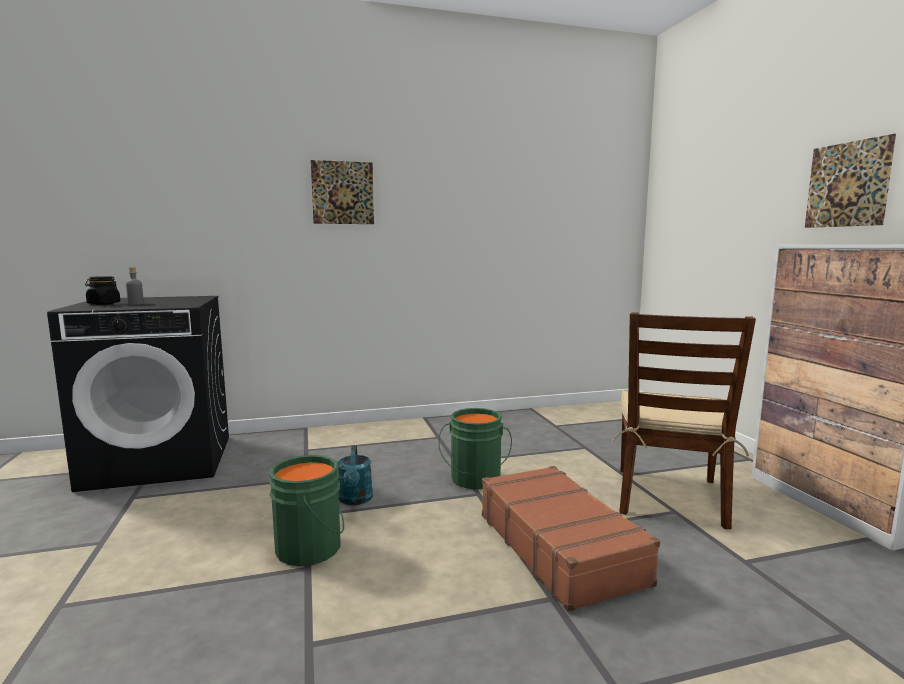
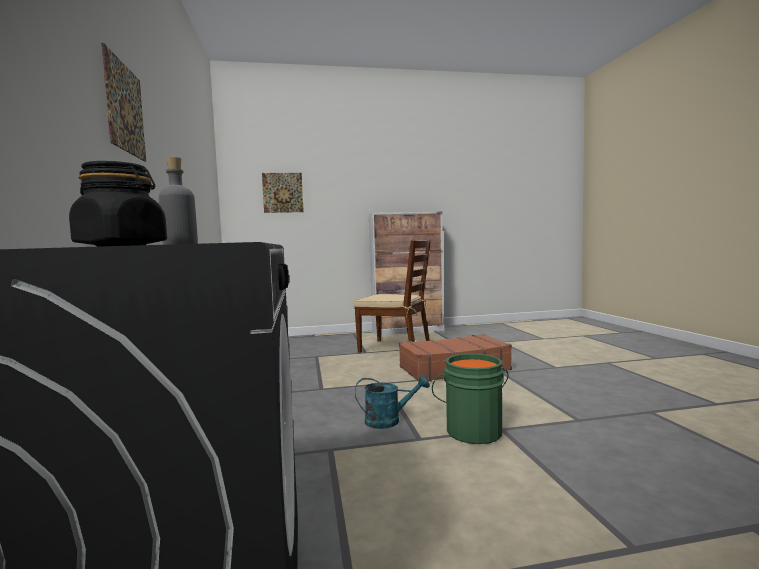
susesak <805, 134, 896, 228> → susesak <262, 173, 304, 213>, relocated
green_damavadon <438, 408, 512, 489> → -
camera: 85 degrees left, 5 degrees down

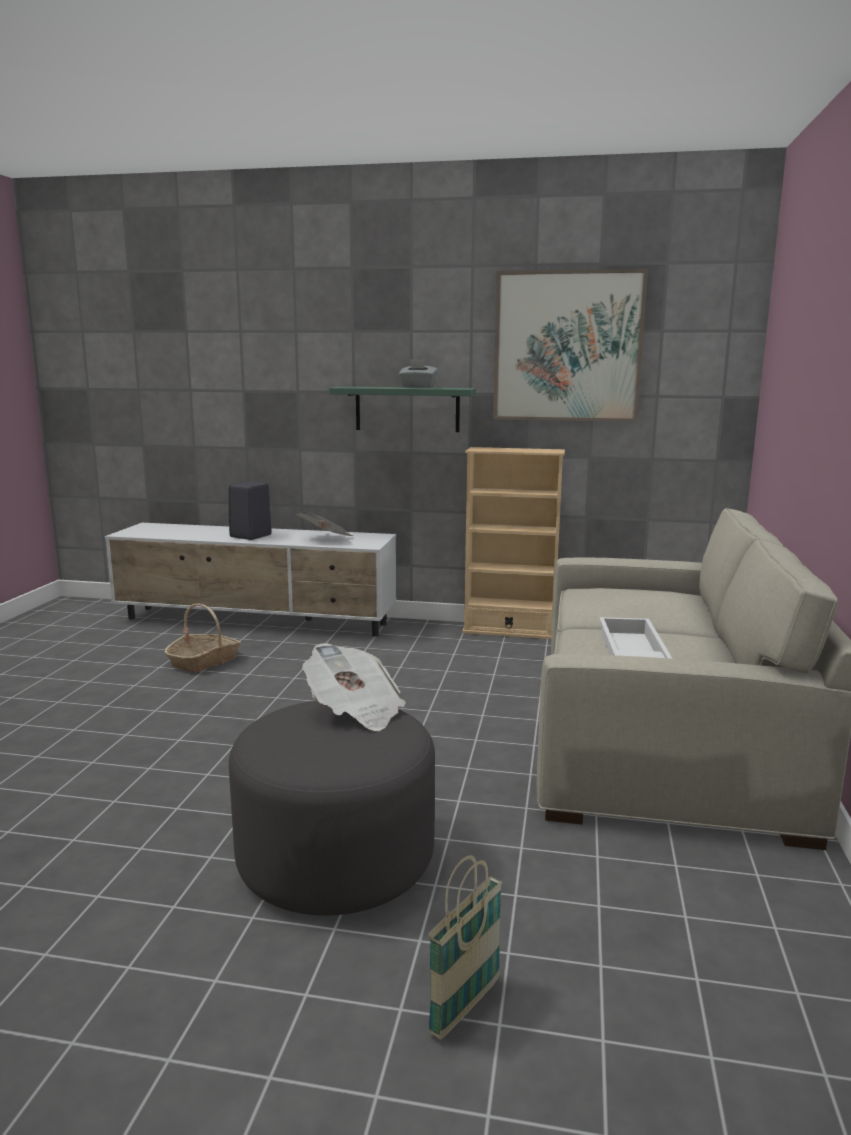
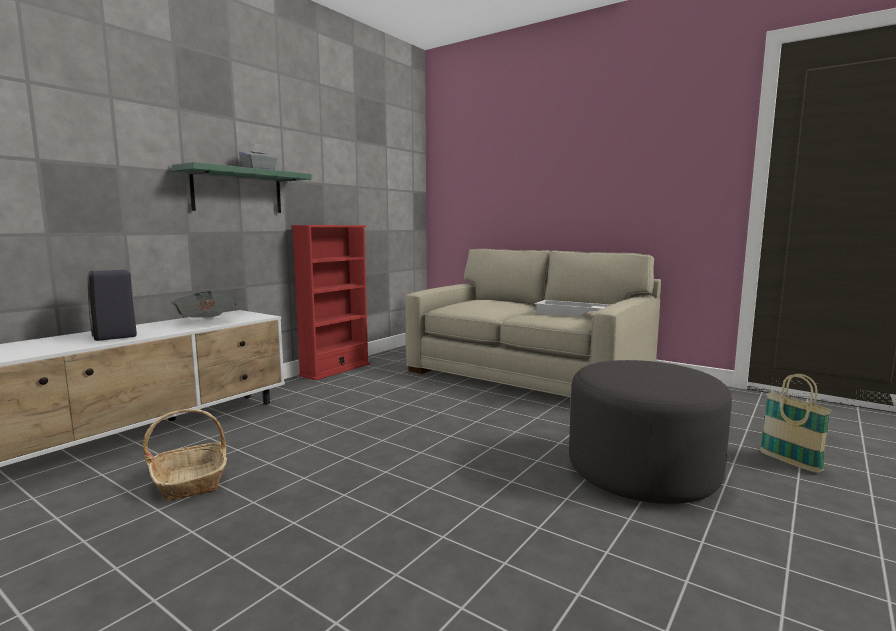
susesak <493, 269, 648, 422> → -
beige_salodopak <462, 447, 565, 639> → red_salodopak <291, 225, 370, 381>
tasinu <302, 643, 406, 731> → -
camera: 65 degrees left, 5 degrees down

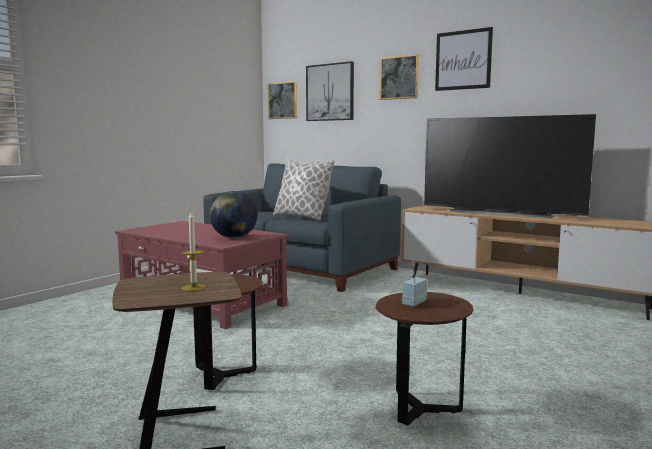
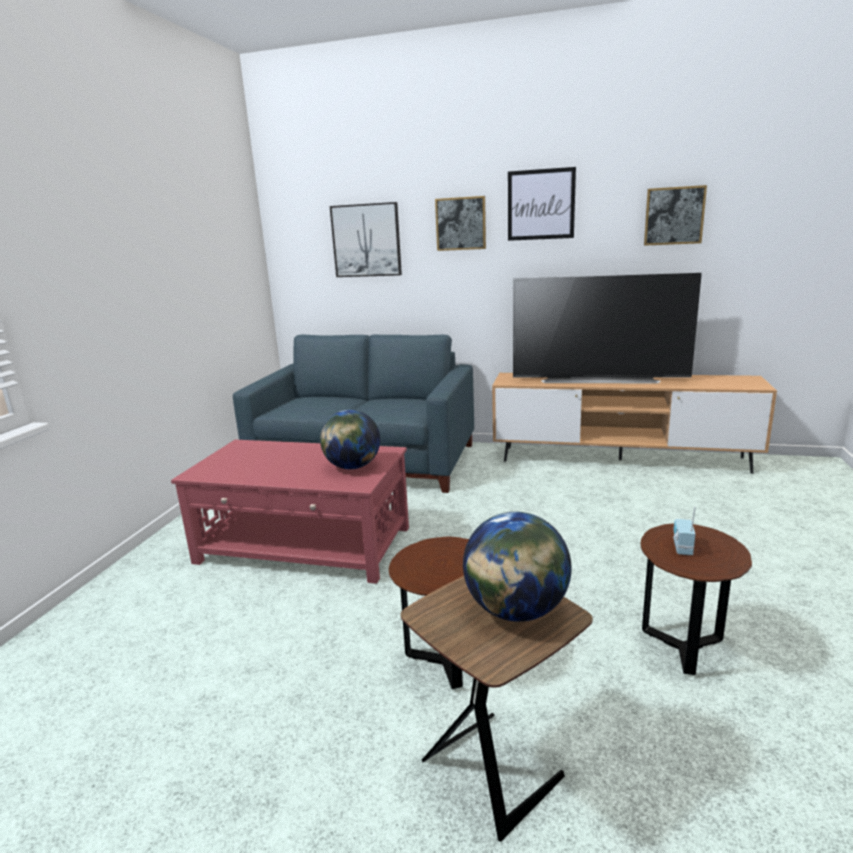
susesak <268, 81, 297, 119> → susesak <644, 185, 707, 246>, relocated
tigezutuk <273, 159, 334, 221> → -
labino <182, 212, 206, 291> → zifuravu <463, 512, 572, 622>
camera: 20 degrees left, 10 degrees up

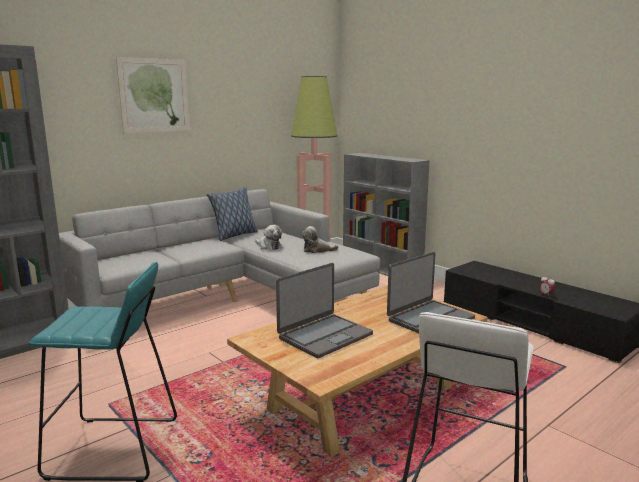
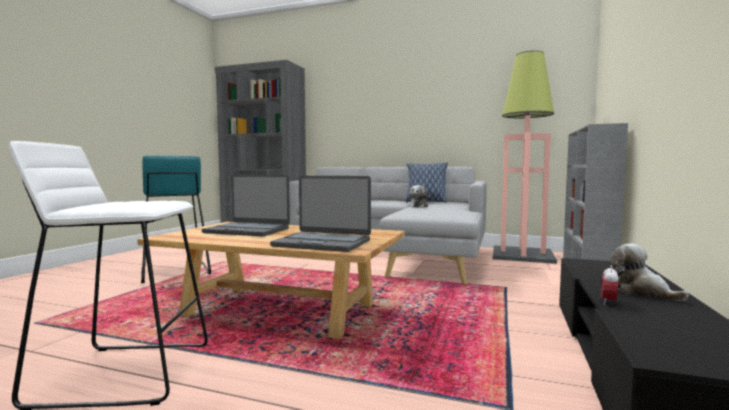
susesak <116, 57, 190, 133> → -
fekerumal <301, 226, 339, 253> → fekerumal <610, 243, 689, 301>, relocated
camera: 60 degrees right, 10 degrees down

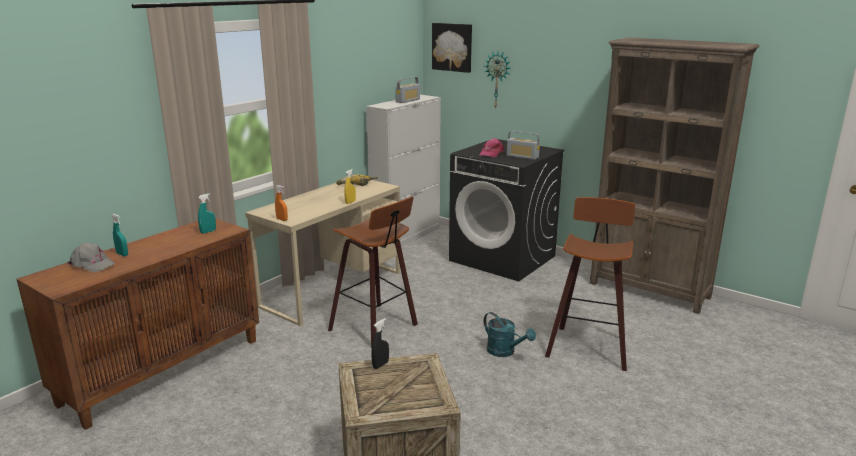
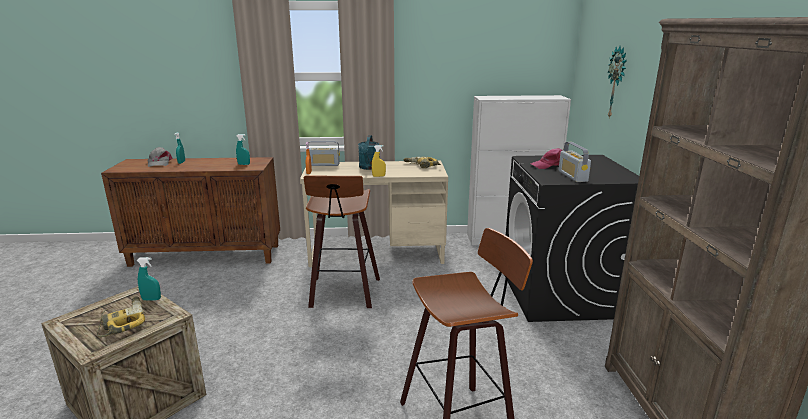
susesak <432, 23, 472, 73> → -
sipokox <395, 77, 420, 103> → sipokox <309, 141, 340, 166>, relocated
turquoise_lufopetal <484, 312, 536, 357> → turquoise_lufopetal <358, 135, 380, 170>, relocated
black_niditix <371, 318, 389, 369> → turquoise_niditix <136, 257, 161, 300>
- → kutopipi <97, 297, 145, 337>
camera: 50 degrees right, 0 degrees up

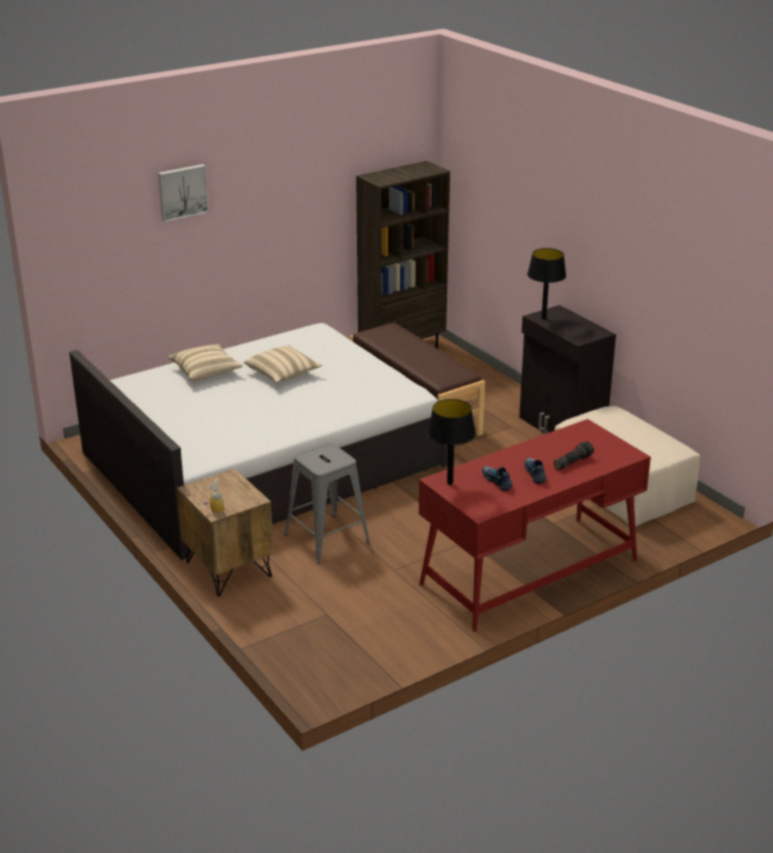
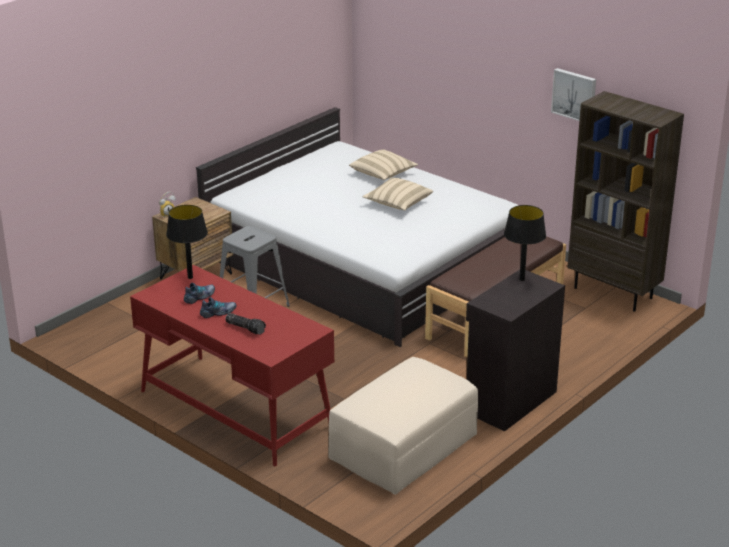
susesak <158, 164, 209, 222> → susesak <551, 68, 596, 121>, relocated
camera: 75 degrees right, 0 degrees up

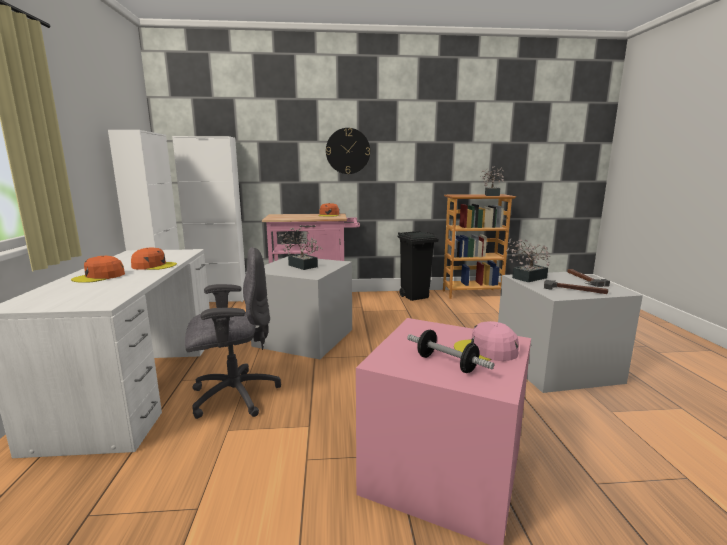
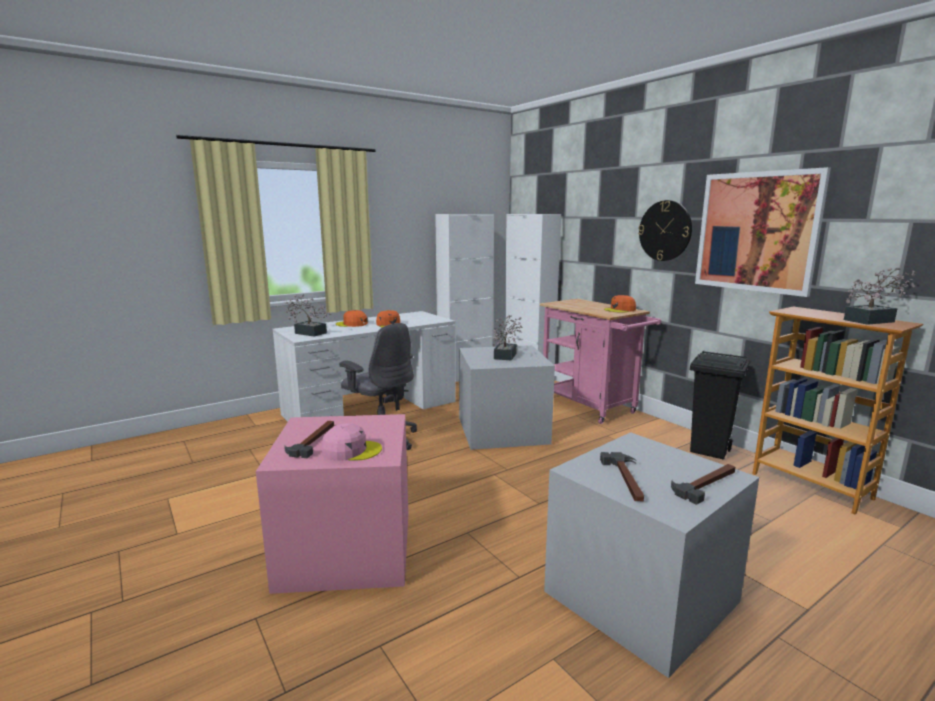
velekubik <506, 238, 550, 282> → velekubik <283, 295, 331, 337>, relocated
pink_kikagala <454, 321, 519, 361> → pink_kikagala <322, 423, 382, 461>, 105 degrees clockwise
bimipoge <407, 330, 494, 373> → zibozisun <284, 421, 334, 458>
- → susesak <695, 167, 831, 297>
camera: 60 degrees right, 0 degrees up

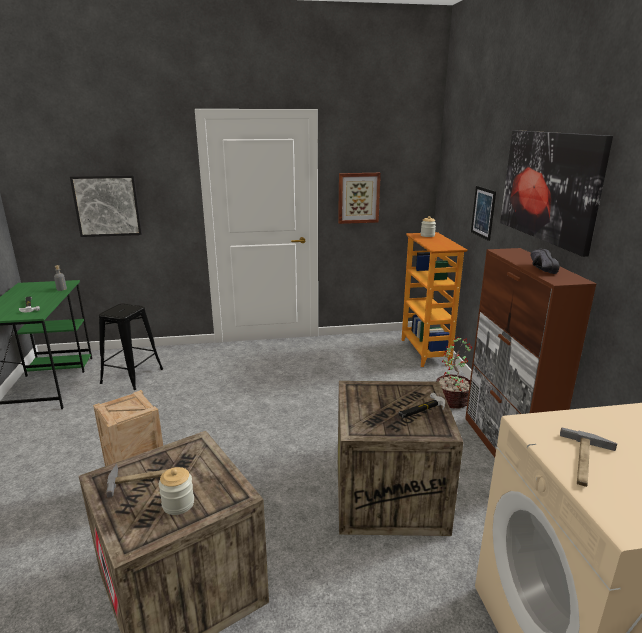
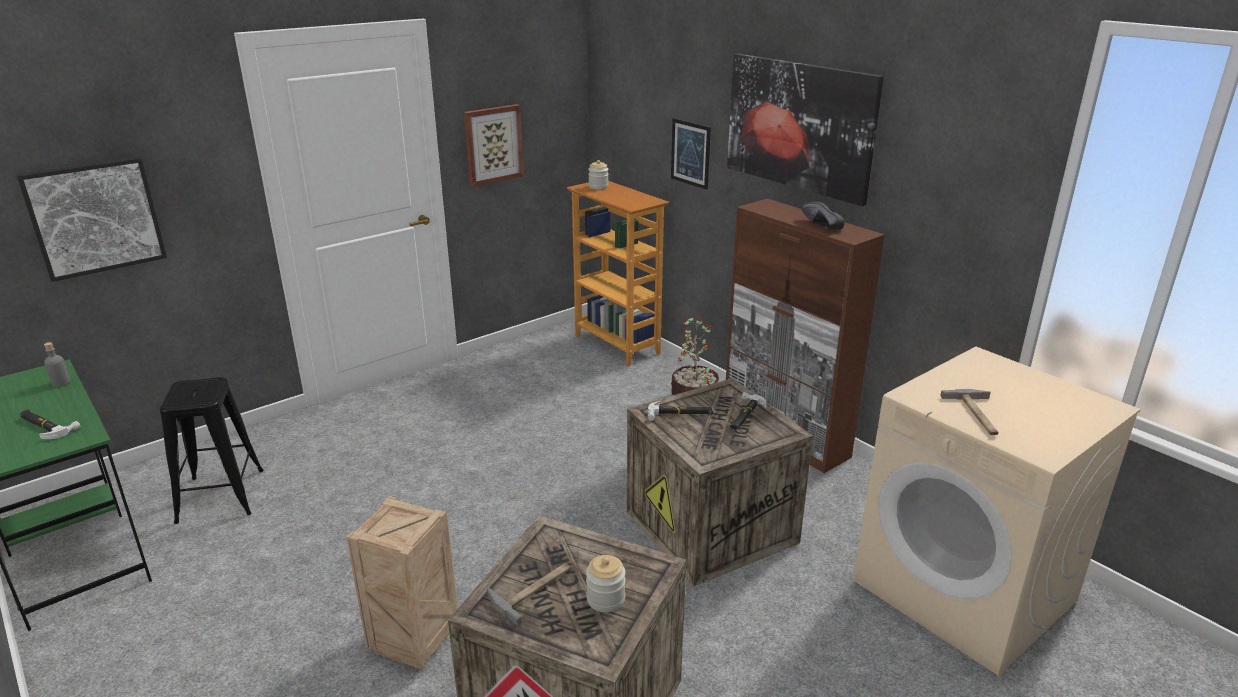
- → zibozisun <648, 401, 713, 421>
camera: 30 degrees left, 5 degrees up

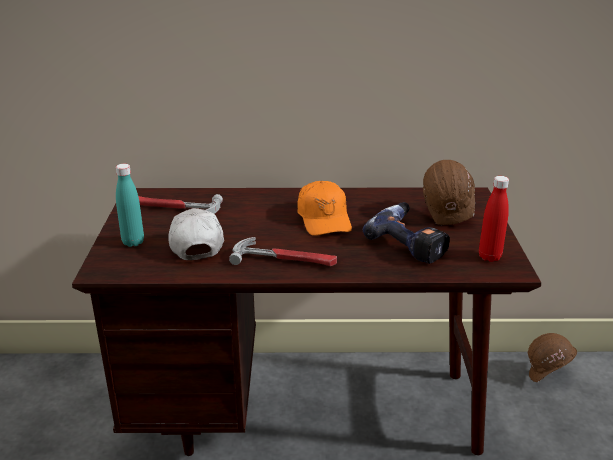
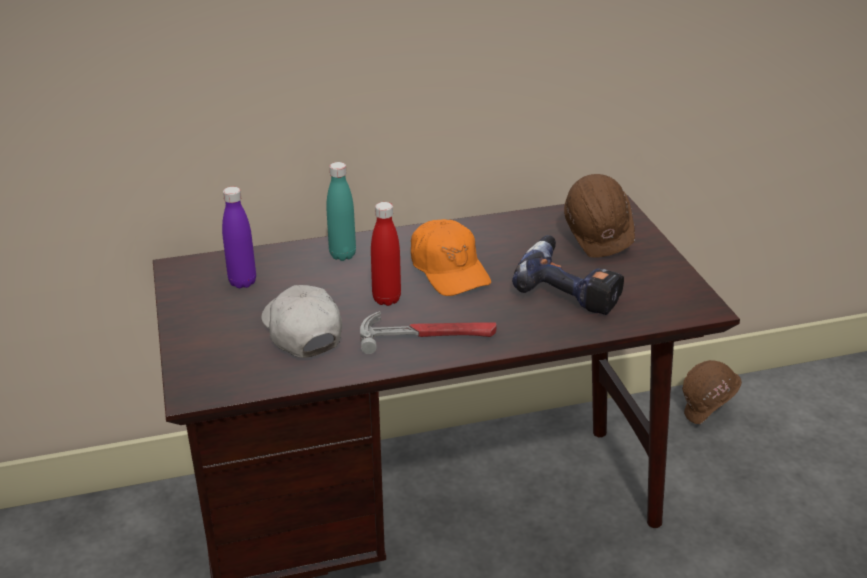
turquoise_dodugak <116, 164, 144, 247> → turquoise_dodugak <326, 162, 356, 261>, relocated
red_dodugak <479, 176, 509, 262> → red_dodugak <371, 202, 401, 306>, relocated
zibozisun <138, 194, 223, 214> → purple_dodugak <222, 187, 256, 288>
camera: 15 degrees left, 5 degrees up

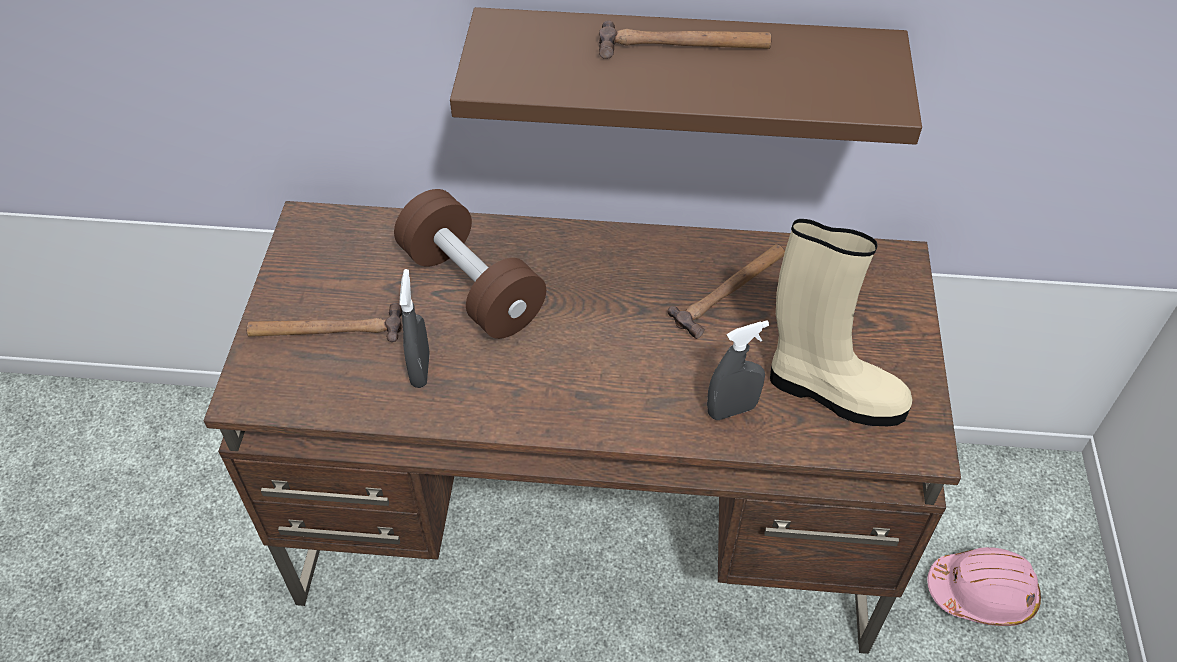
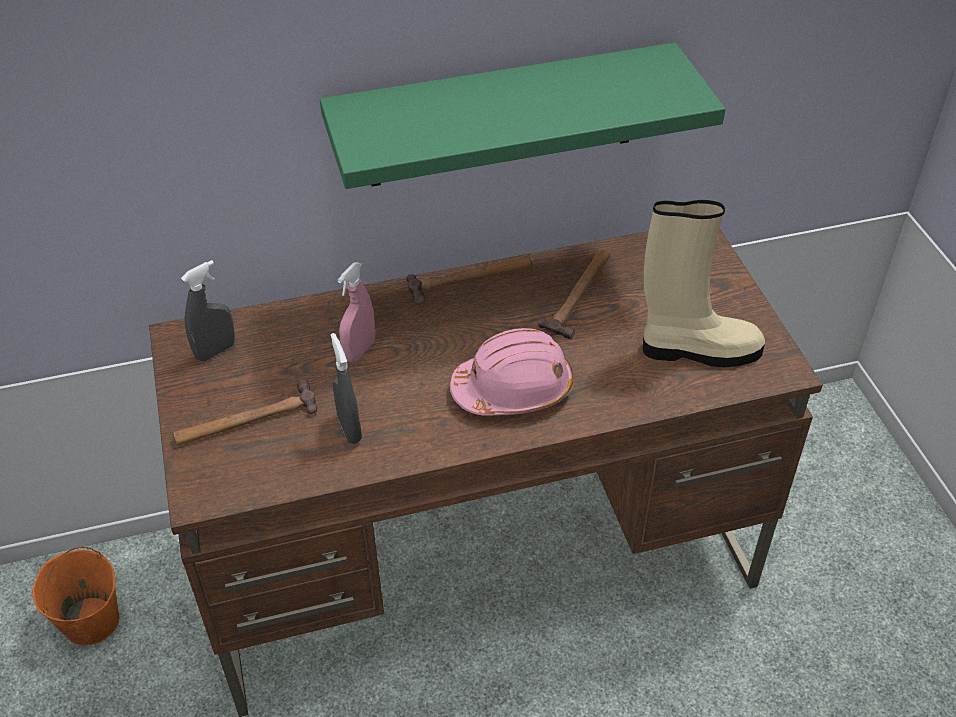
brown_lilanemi <450, 7, 922, 145> → green_lilanemi <320, 42, 725, 189>
zibozisun <599, 20, 771, 59> → zibozisun <407, 255, 532, 304>, relocated
brown_bimipoge <394, 189, 546, 339> → pink_niditix <337, 262, 375, 363>
grey_niditix <707, 321, 769, 420> → grey_niditix <181, 260, 235, 361>, relocated
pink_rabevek <927, 547, 1041, 626> → pink_rabevek <450, 328, 574, 416>, relocated
- → orange_damavadon <32, 547, 119, 646>
camera: 20 degrees left, 5 degrees down

